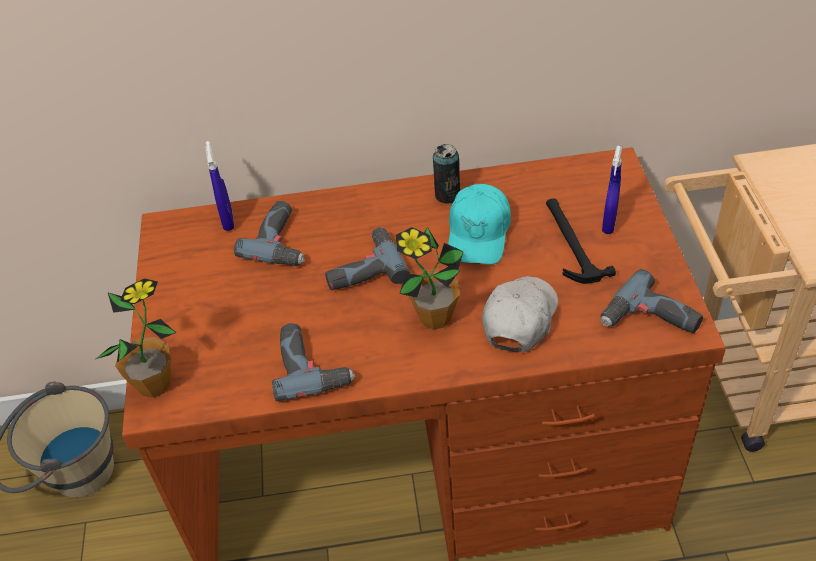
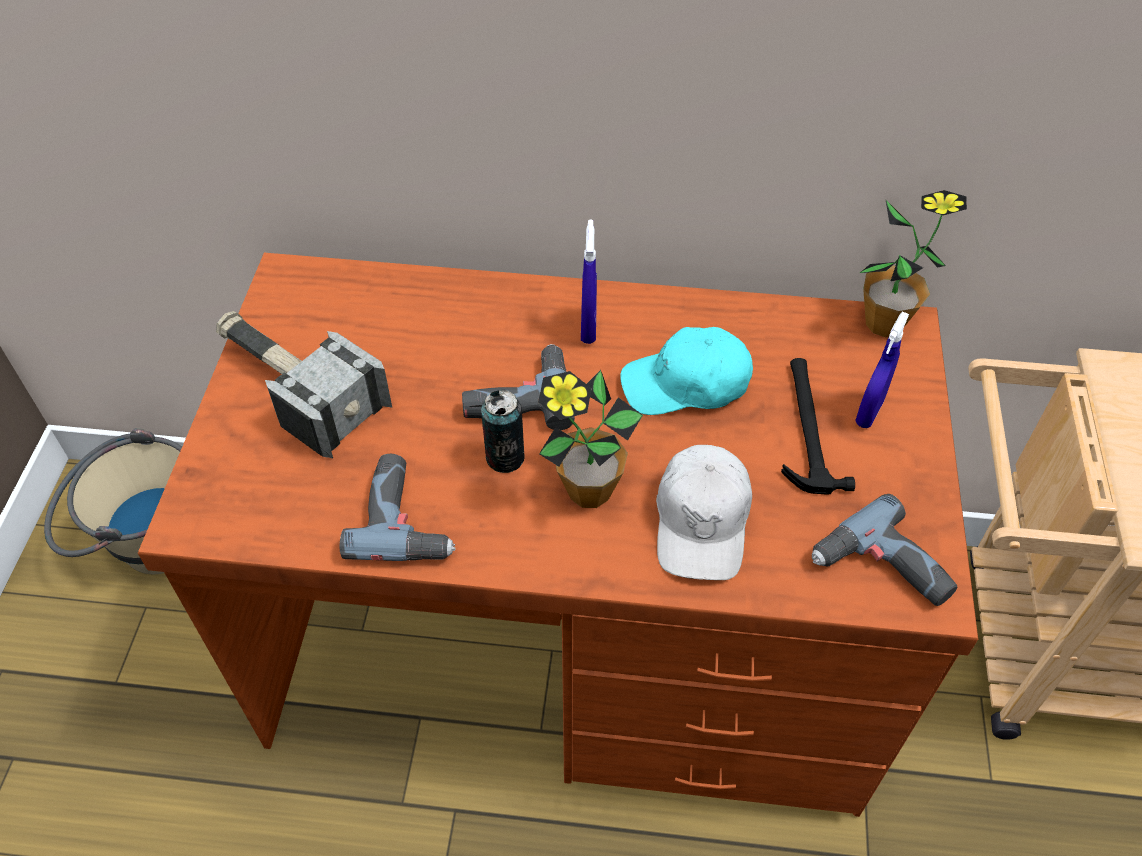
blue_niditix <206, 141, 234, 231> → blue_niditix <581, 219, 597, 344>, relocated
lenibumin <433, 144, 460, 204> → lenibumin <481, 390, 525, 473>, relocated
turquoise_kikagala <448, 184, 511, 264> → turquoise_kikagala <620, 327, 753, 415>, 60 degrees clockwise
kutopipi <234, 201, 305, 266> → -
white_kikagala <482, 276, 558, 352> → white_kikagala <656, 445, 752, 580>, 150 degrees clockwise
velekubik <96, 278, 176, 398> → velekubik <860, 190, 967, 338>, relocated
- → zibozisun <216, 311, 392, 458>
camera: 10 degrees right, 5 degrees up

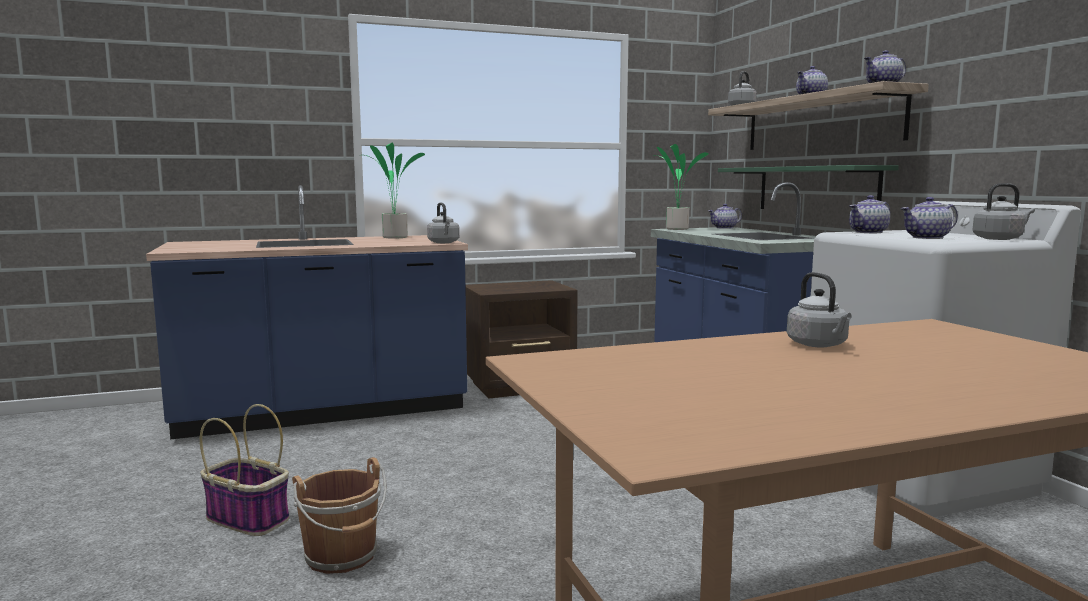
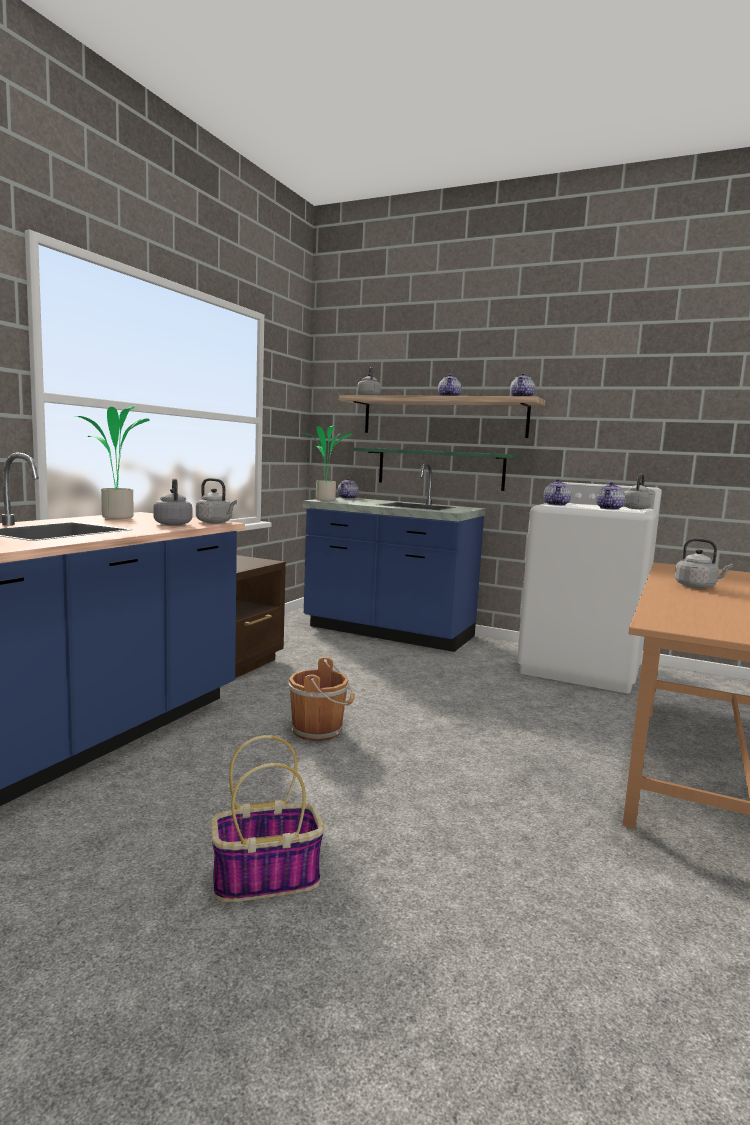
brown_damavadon <292, 457, 387, 574> → brown_damavadon <289, 657, 355, 741>, relocated
- → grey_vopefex <153, 478, 192, 526>
camera: 45 degrees left, 0 degrees up

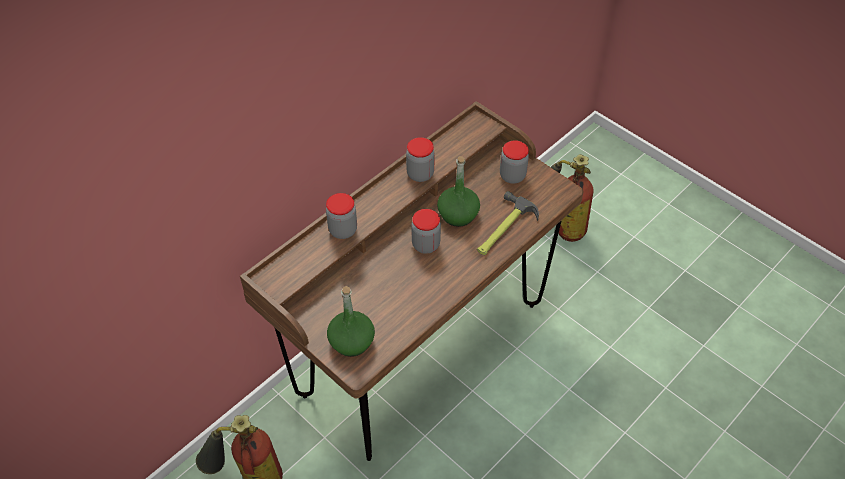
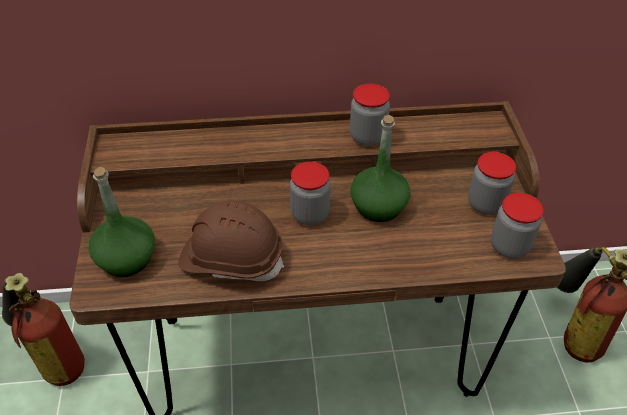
zibozisun <477, 191, 539, 255> → -
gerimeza <326, 193, 357, 239> → gerimeza <491, 193, 544, 258>, relocated
- → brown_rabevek <179, 200, 284, 281>
camera: 40 degrees right, 5 degrees down

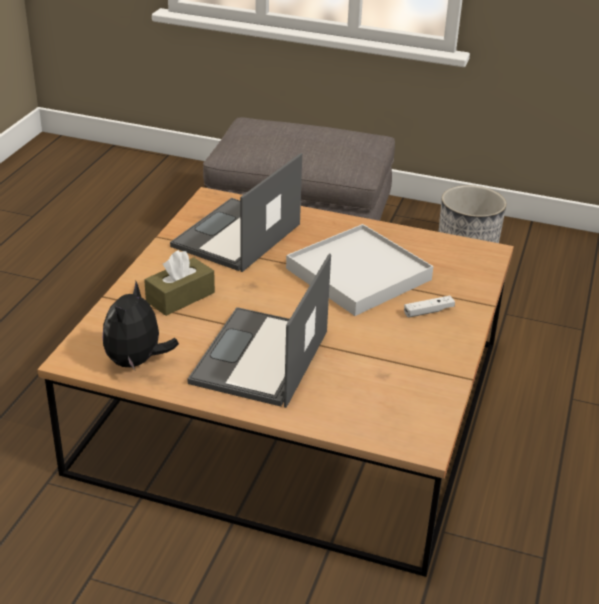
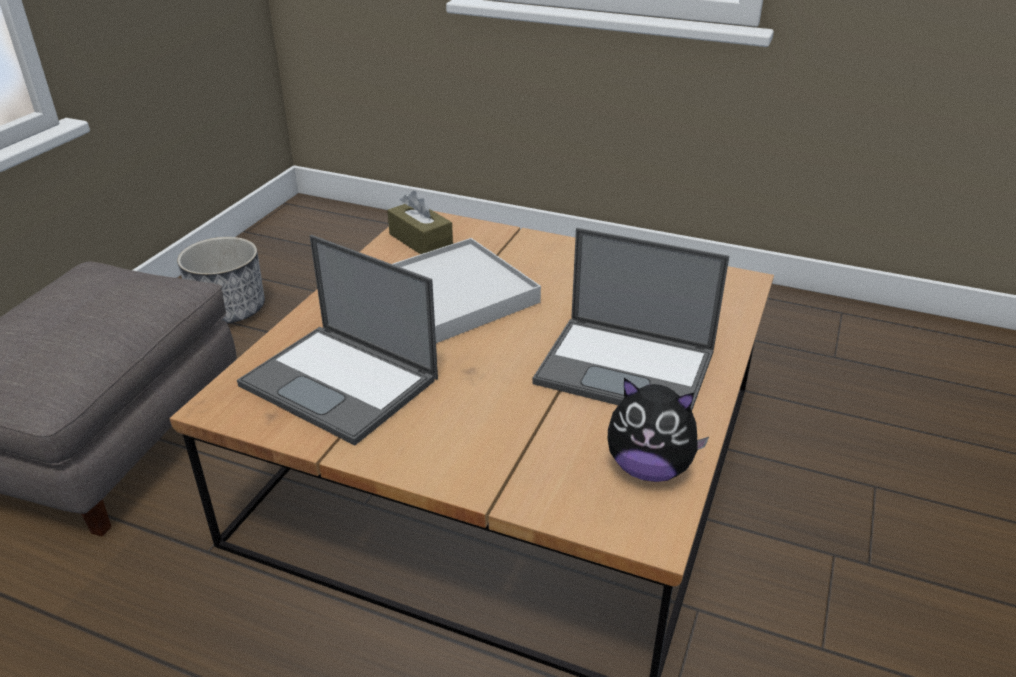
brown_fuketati <144, 250, 215, 316> → brown_fuketati <387, 191, 453, 254>, relocated
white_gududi <404, 296, 455, 318> → -
camera: 85 degrees left, 0 degrees up

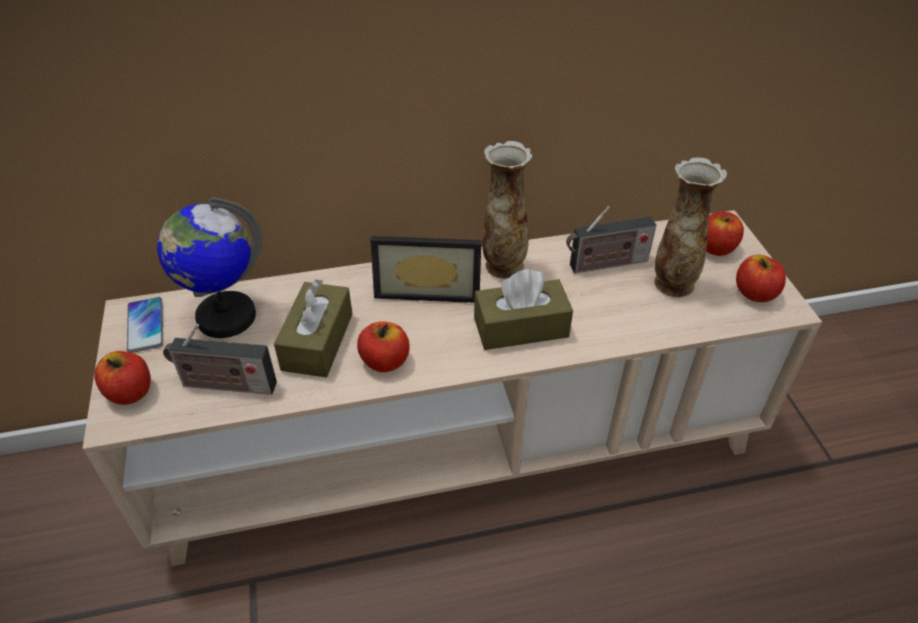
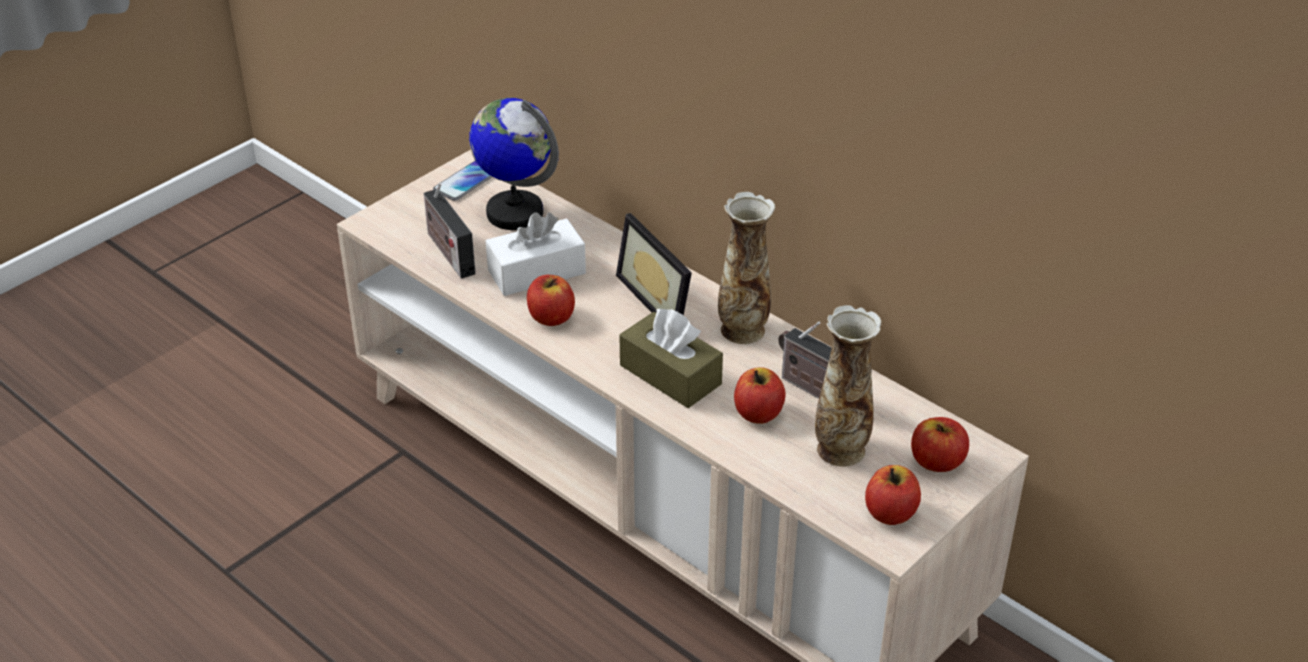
brown_fuketati <274, 279, 352, 377> → white_fuketati <486, 212, 586, 296>
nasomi <94, 351, 151, 405> → nasomi <734, 367, 786, 424>, relocated
camera: 55 degrees right, 5 degrees down

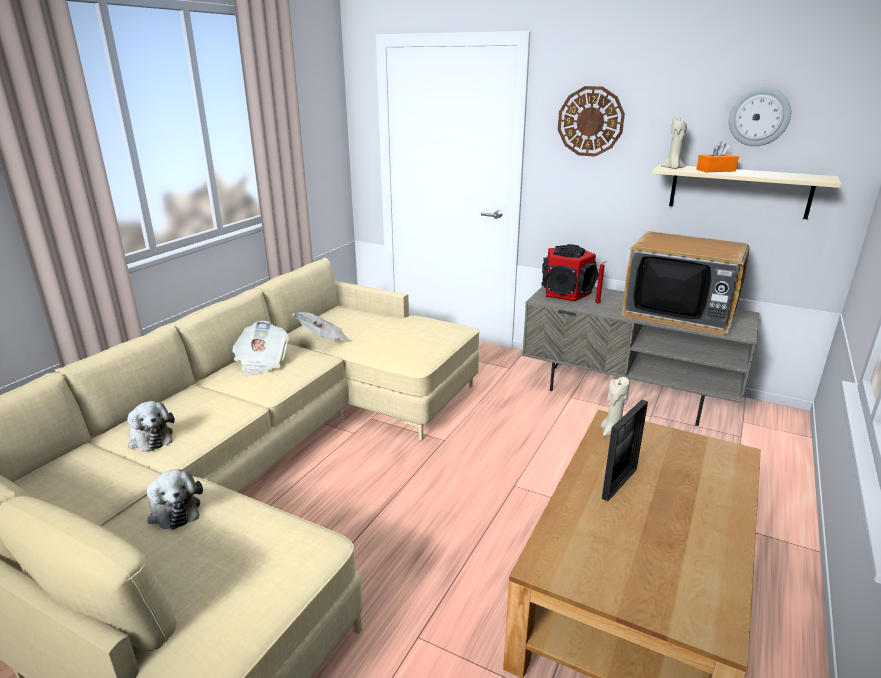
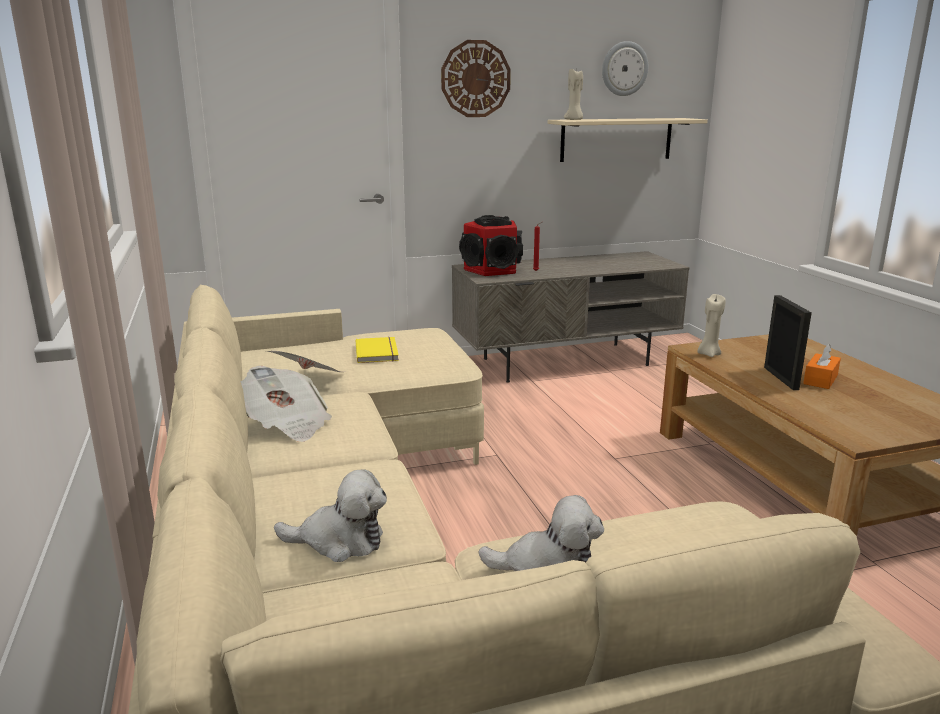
orange_fuketati <696, 141, 739, 172> → orange_fuketati <803, 344, 841, 389>, relocated
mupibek <621, 231, 750, 335> → -
- → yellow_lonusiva <356, 337, 399, 363>
camera: 45 degrees left, 5 degrees down

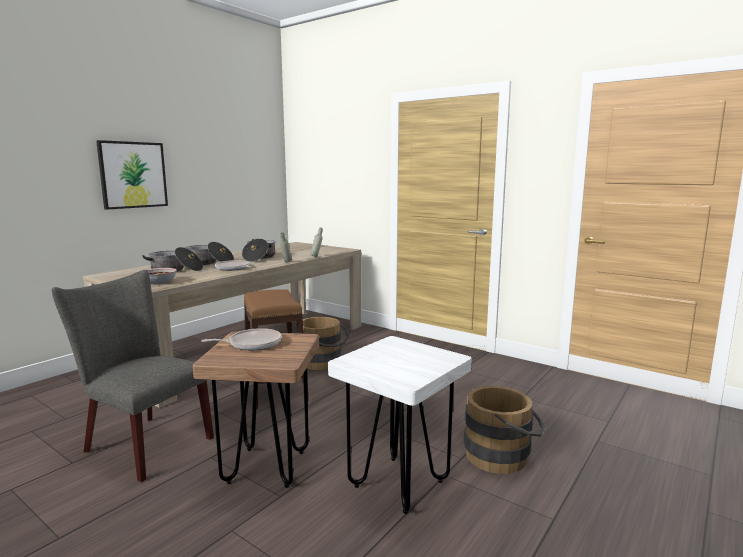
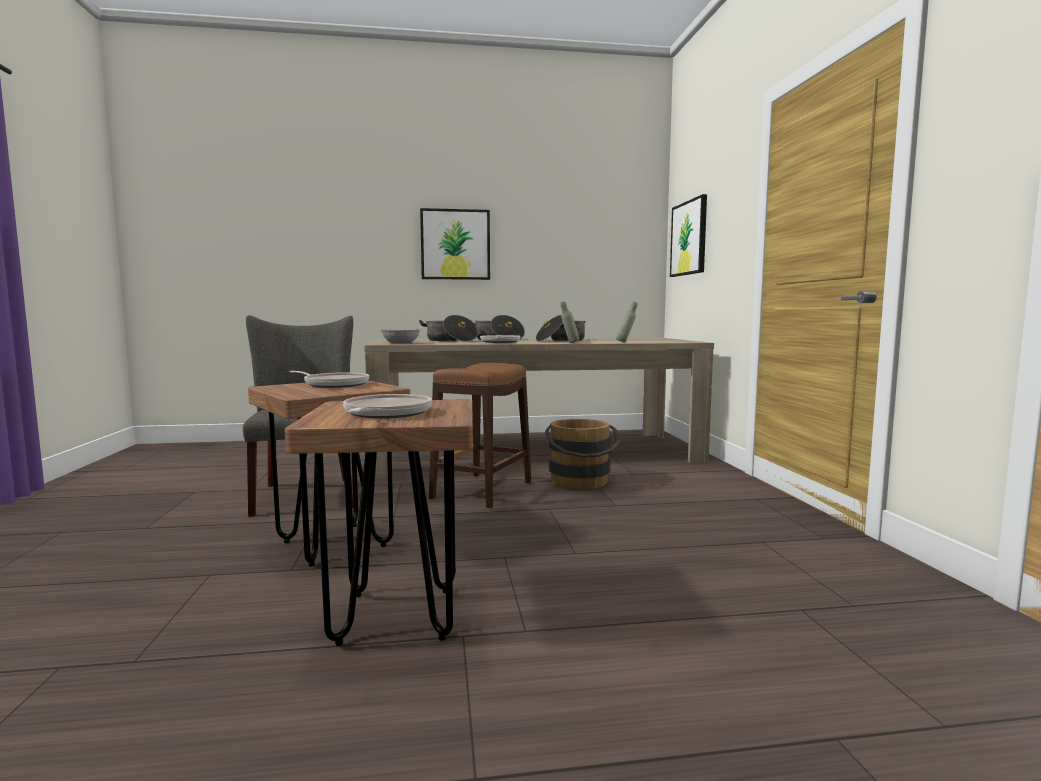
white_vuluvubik <328, 336, 472, 514> → brown_vuluvubik <284, 400, 473, 646>
brown_damavadon <464, 386, 545, 474> → -
- → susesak <670, 194, 707, 277>
- → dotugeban <343, 394, 432, 419>
camera: 45 degrees right, 5 degrees down

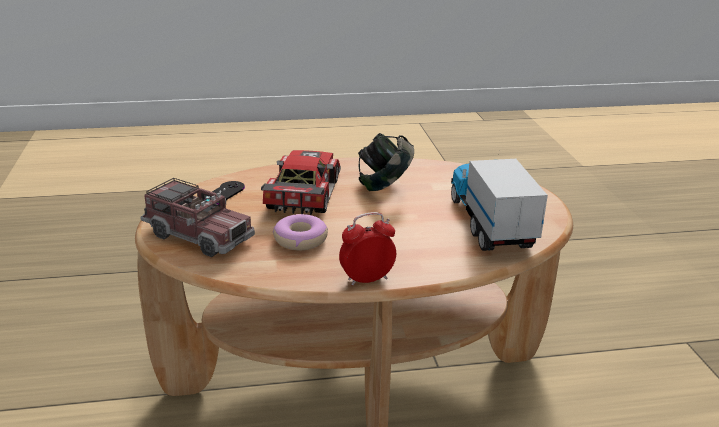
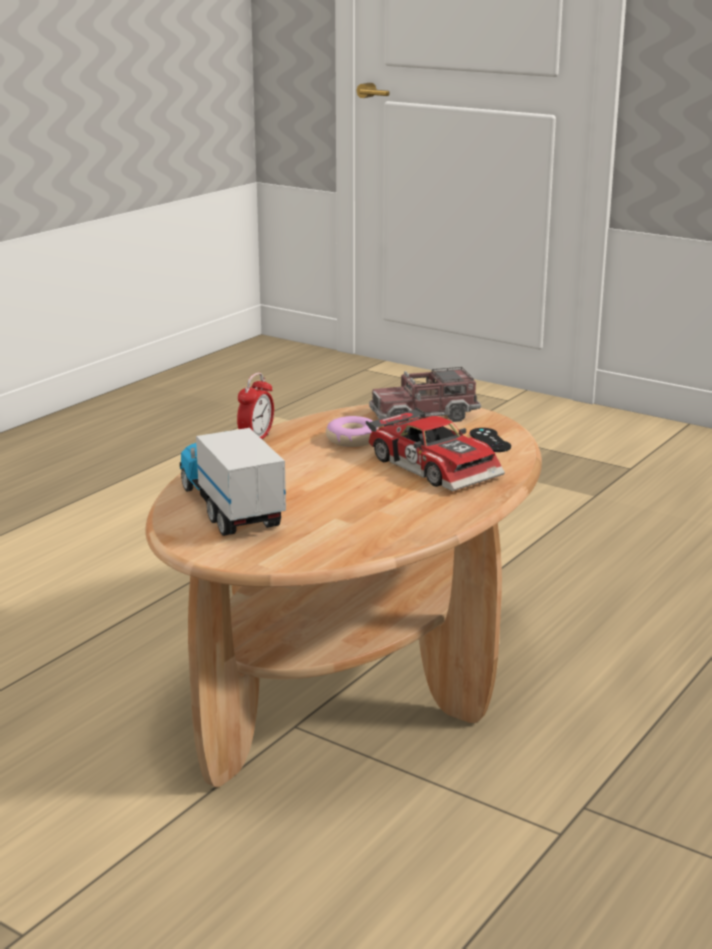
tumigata <358, 133, 414, 191> → -
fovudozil <451, 157, 548, 251> → fovudozil <180, 422, 286, 536>, 150 degrees counterclockwise
camera: 135 degrees right, 5 degrees down

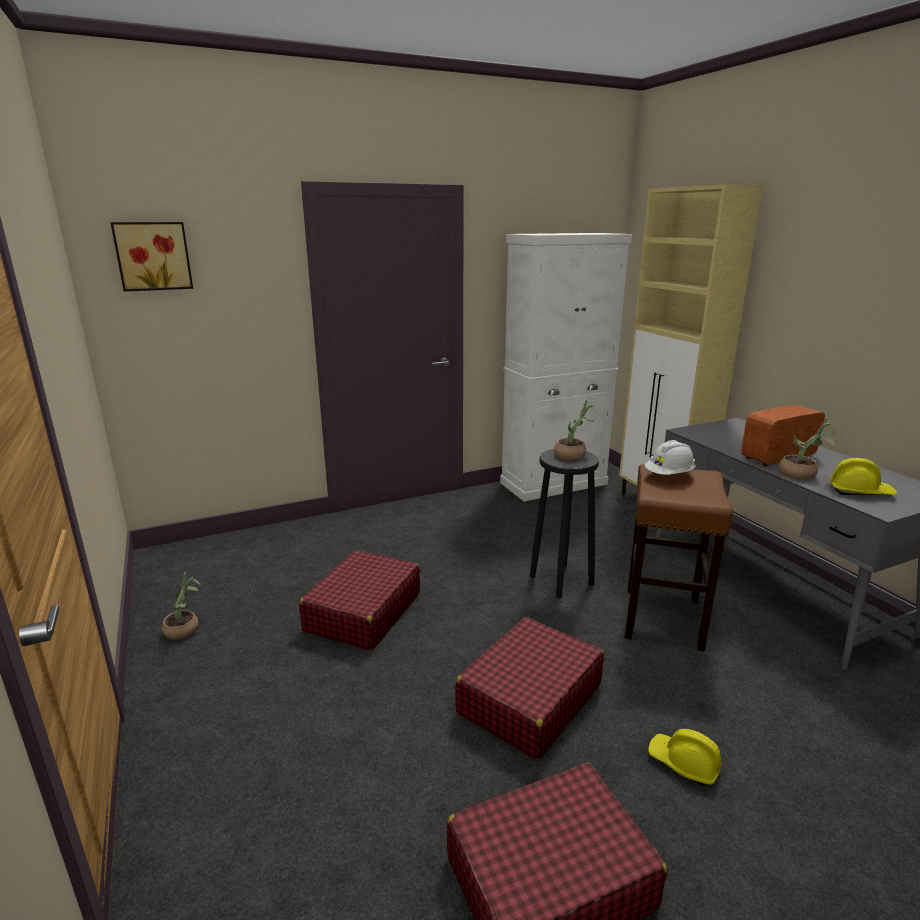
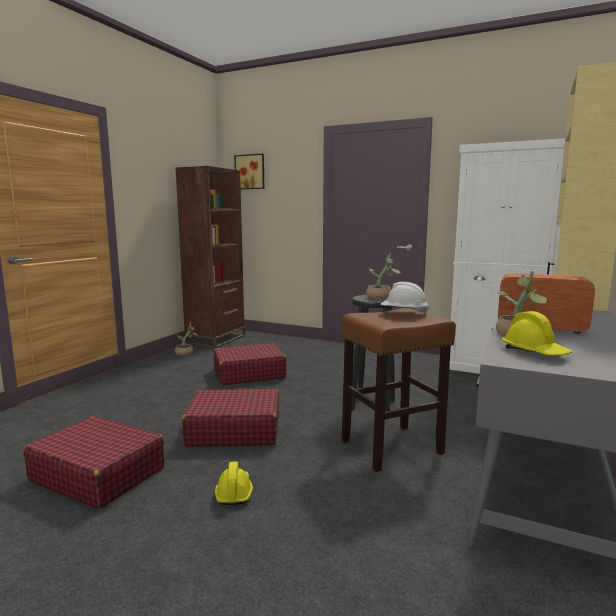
- → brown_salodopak <175, 166, 245, 349>
camera: 50 degrees right, 10 degrees down

